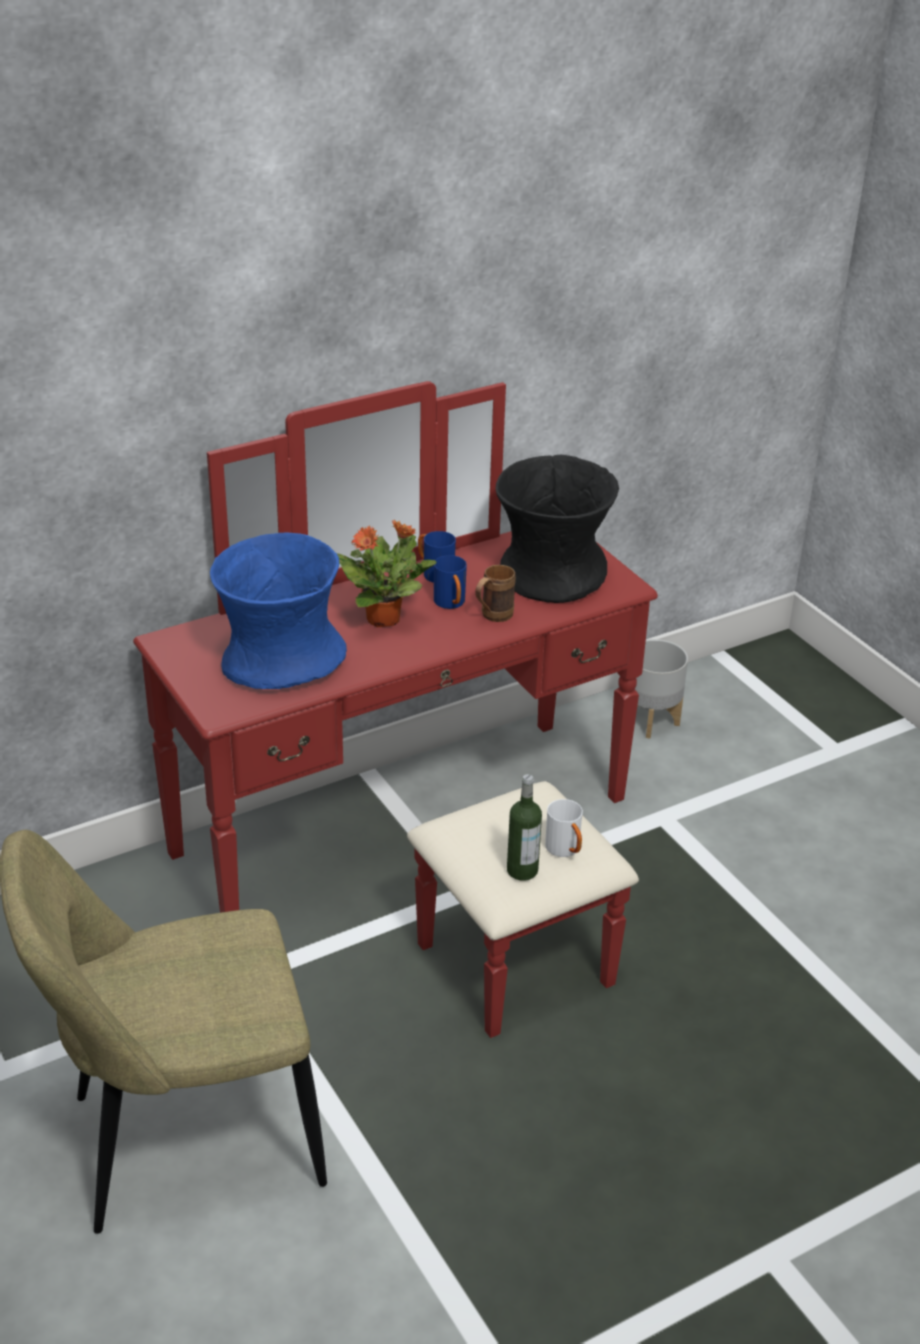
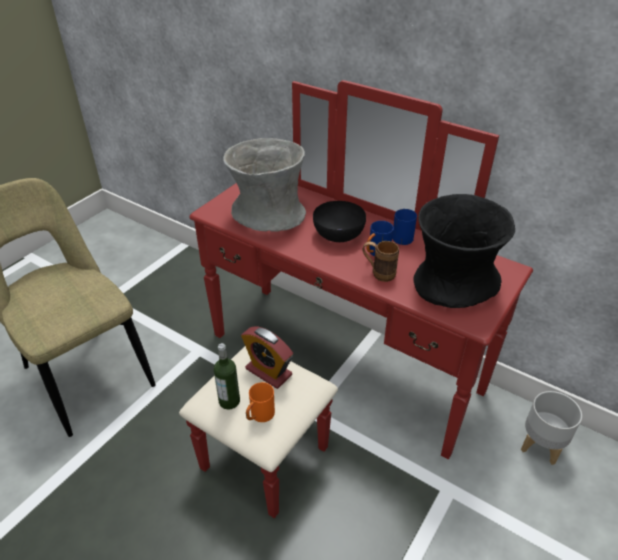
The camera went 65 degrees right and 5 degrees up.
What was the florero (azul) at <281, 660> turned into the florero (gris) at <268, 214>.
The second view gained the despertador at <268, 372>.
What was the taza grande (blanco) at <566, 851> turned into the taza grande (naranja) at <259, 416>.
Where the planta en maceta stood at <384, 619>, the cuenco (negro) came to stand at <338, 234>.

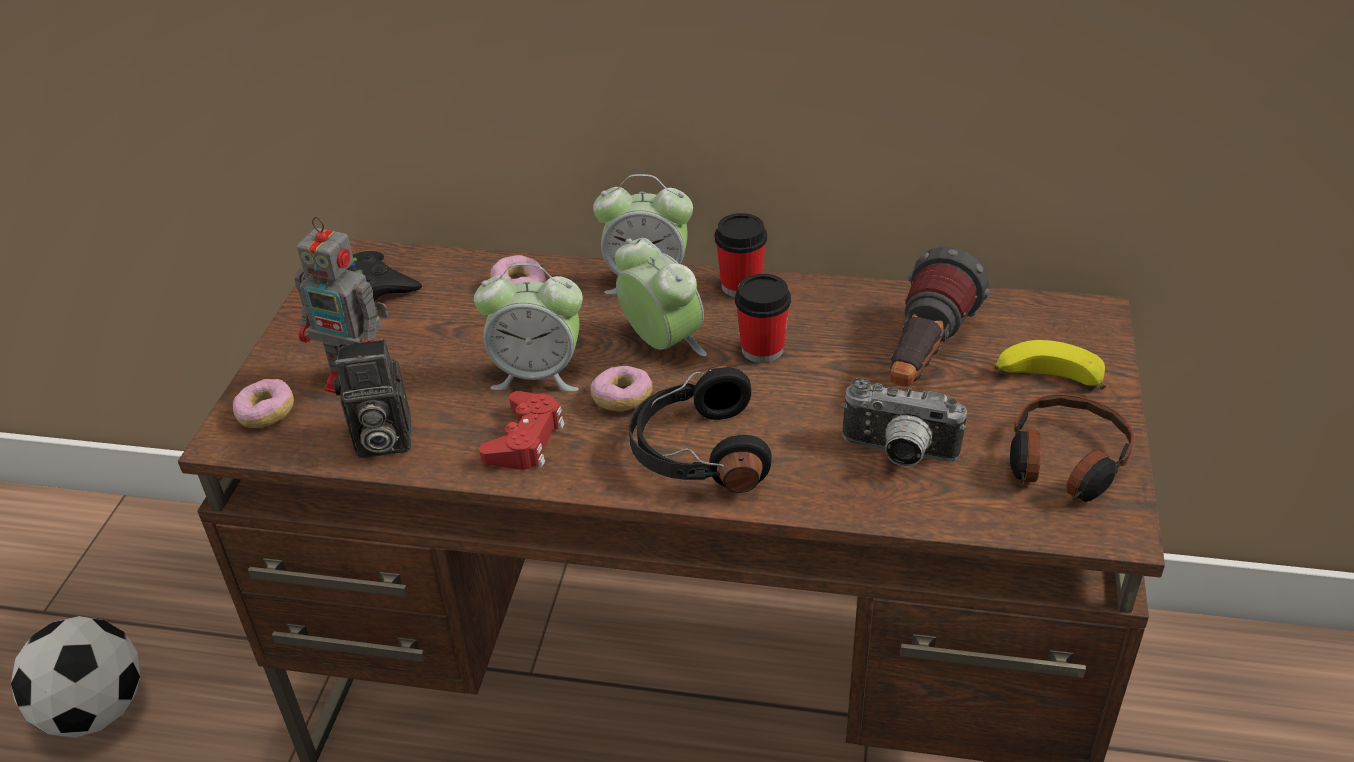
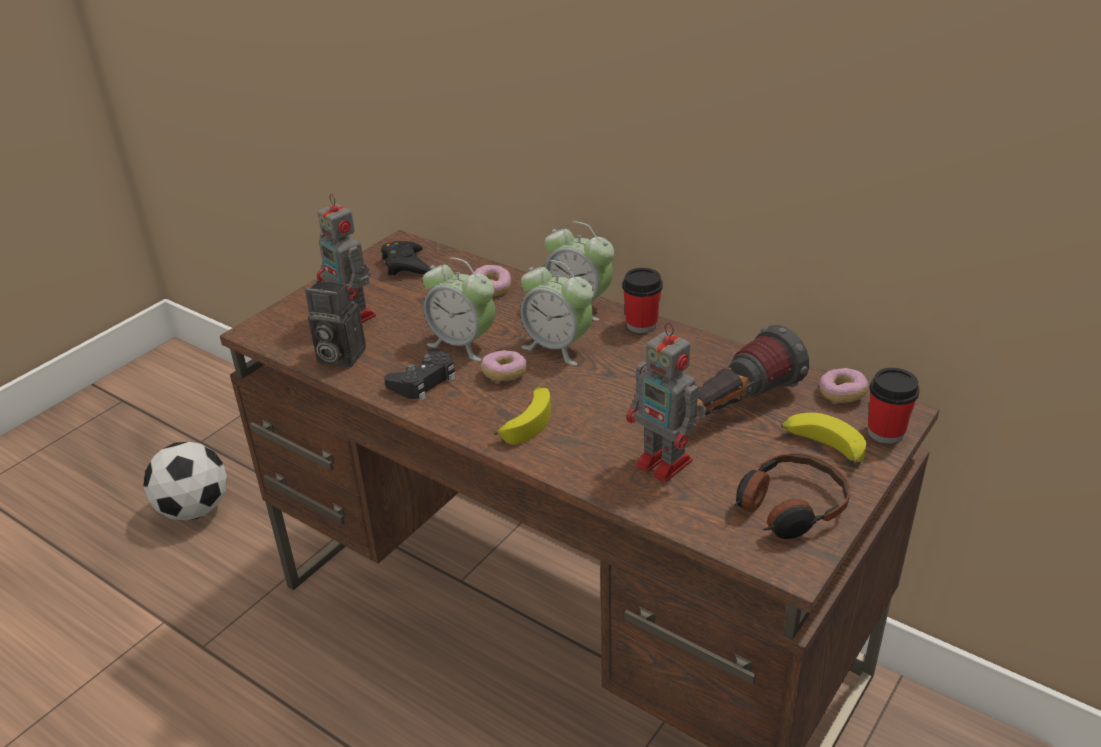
The camera went 25 degrees right and 5 degrees down.
What was the mando de consola (rojo) at <525, 440> turned into the mando de consola (negro) at <424, 381>.
Where the auriculares (negro) stood at <697, 452>, the plátano came to stand at <527, 421>.
The despertador at <662, 344> ended up facing another way, 135 degrees clockwise from before.
Where the cámara stood at <898, 454>, the robot de juguete came to stand at <666, 464>.
The rosquilla ended up elsewhere, having gone from <266, 414> to <842, 394>.
The taza ended up elsewhere, having gone from <762, 349> to <885, 432>.

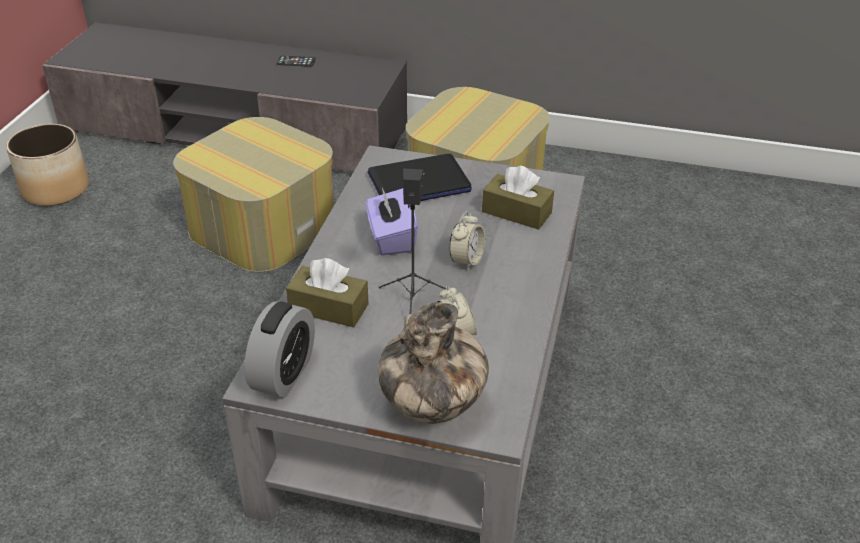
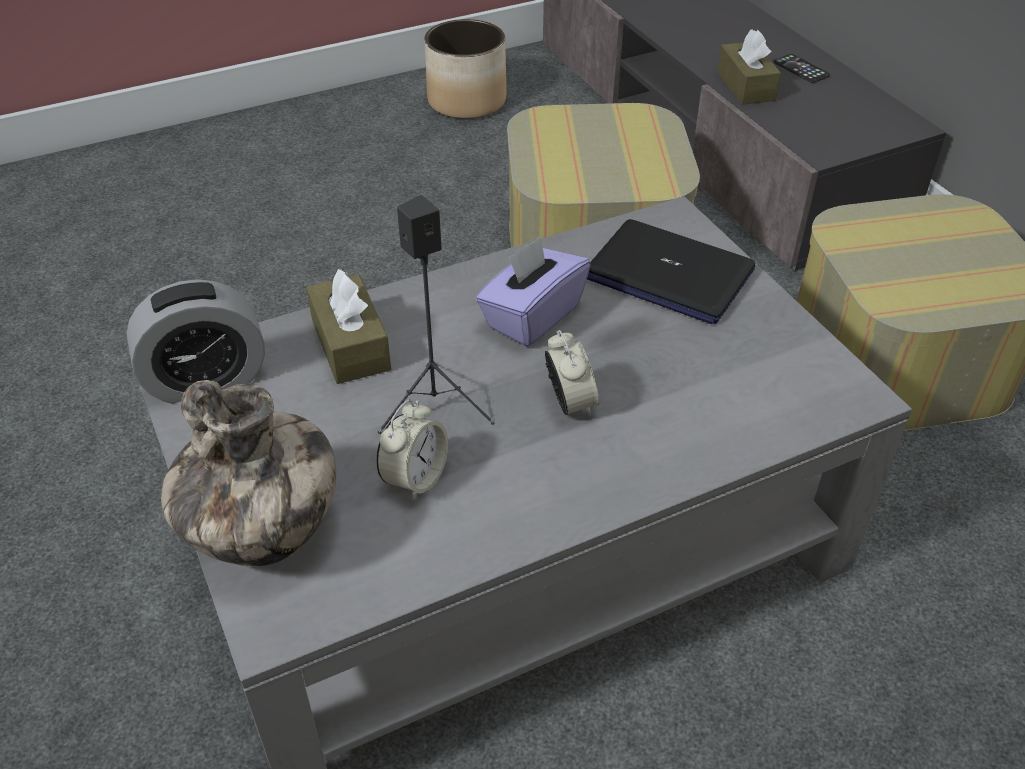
The camera went 50 degrees right and 5 degrees up.
The despertador at <466, 260> ended up facing another way, 90 degrees counterclockwise from before.
The caja de pañuelos (marrón) ended up elsewhere, having gone from <516, 212> to <746, 86>.

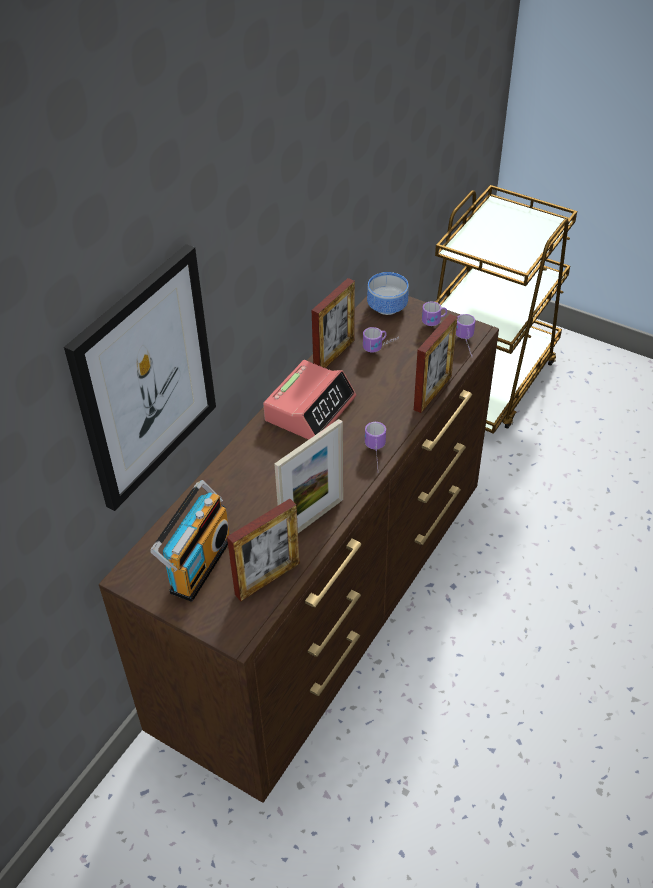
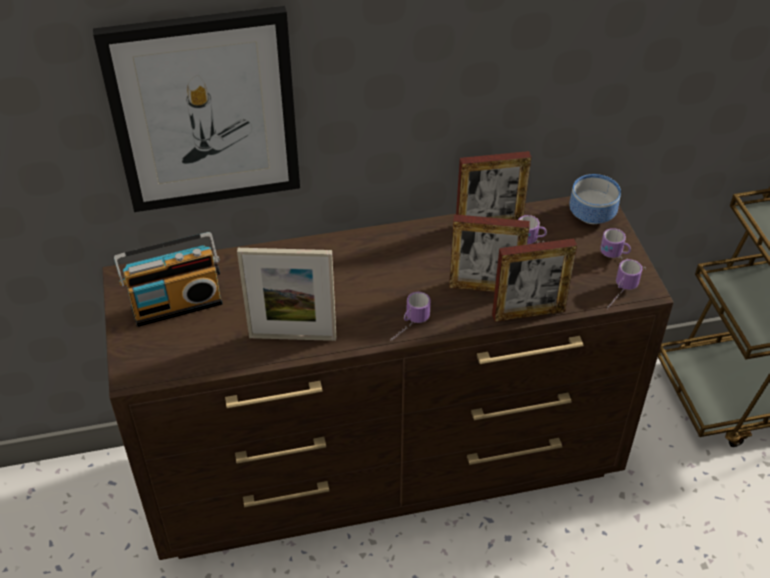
The camera went 45 degrees right and 0 degrees up.
The portarretratos ended up elsewhere, having gone from <267, 579> to <484, 287>.
The second view lost the despertador at <310, 409>.

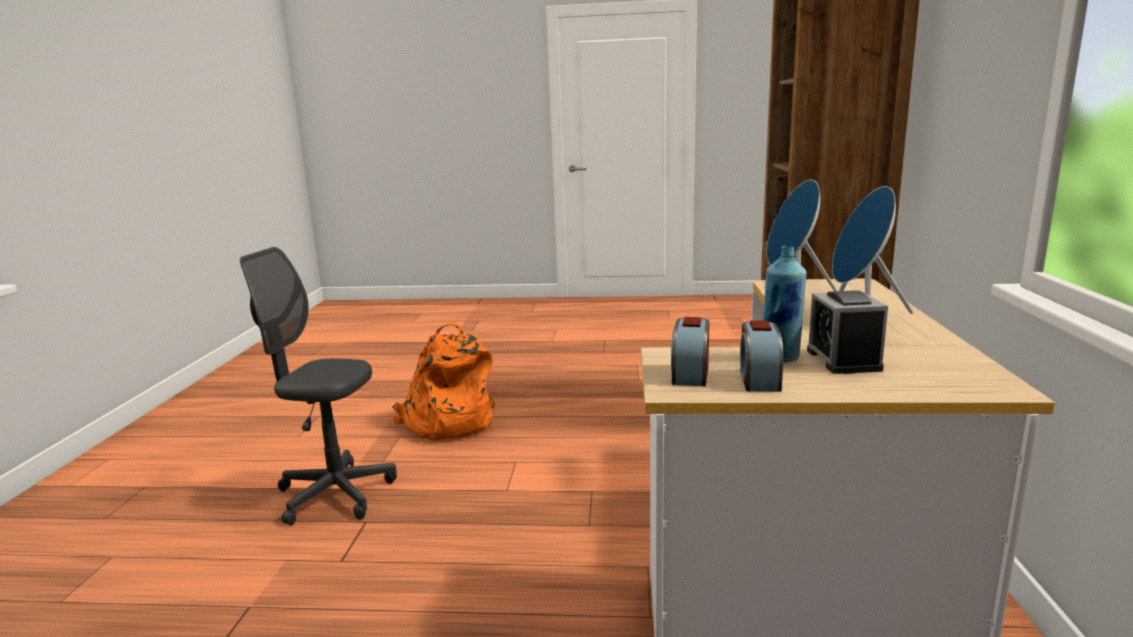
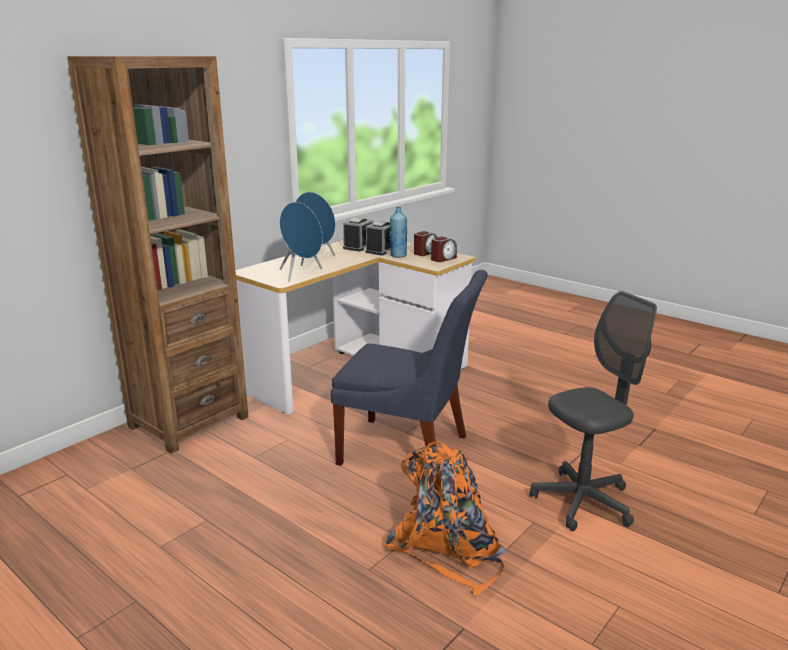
The camera went 145 degrees left and 5 degrees up.
The second view gained the silla (azul) at <409, 452>.
The second view gained the despertador at <358, 246>.
The silla de oficina (gris) at <335, 494> ended up facing another way, 75 degrees counterclockwise from before.

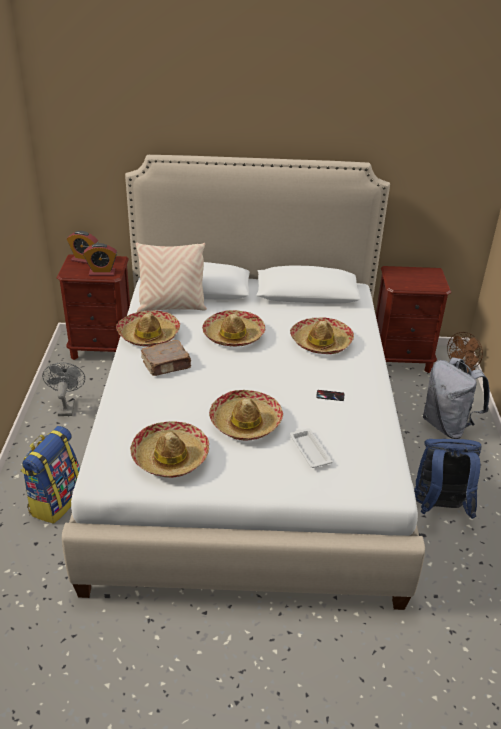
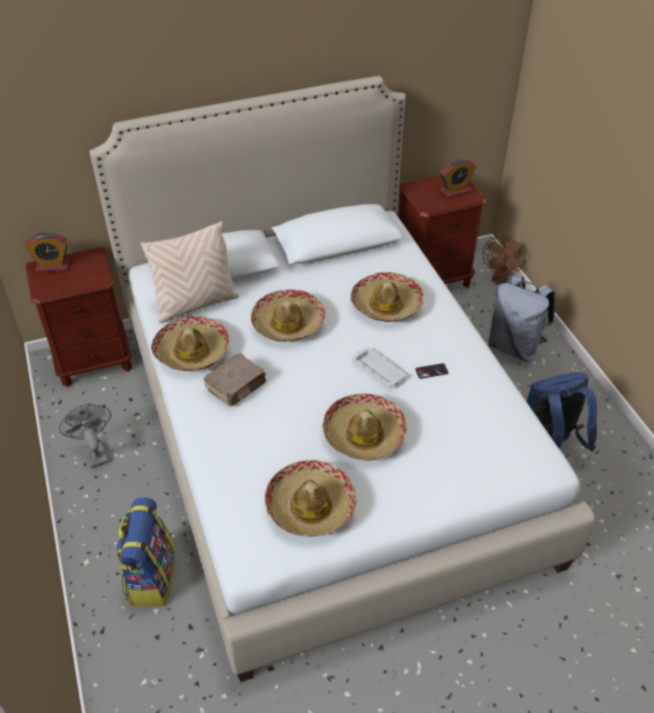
The camera went 20 degrees left and 10 degrees up.
The bandeja (blanco) ended up elsewhere, having gone from <309, 450> to <377, 369>.
The despertador ended up elsewhere, having gone from <102, 273> to <455, 191>.

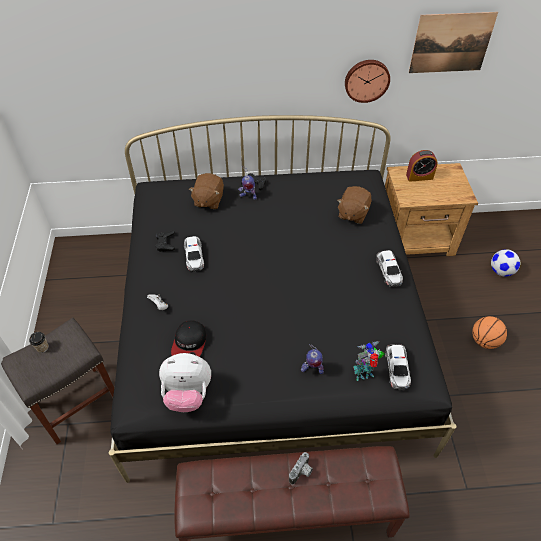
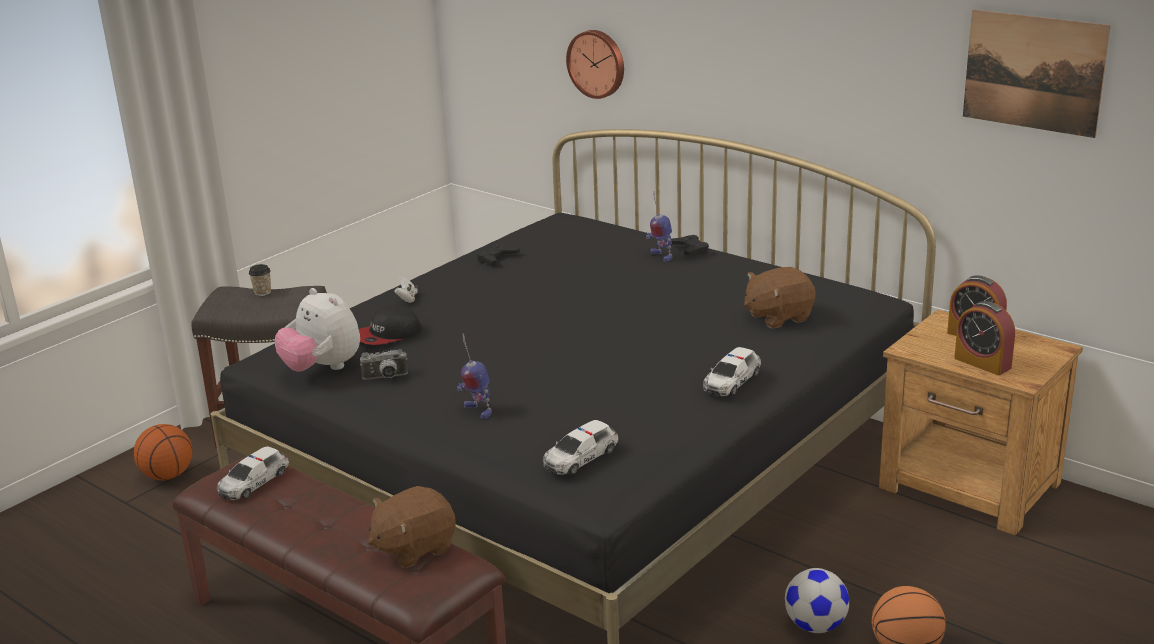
The camera went 45 degrees right and 25 degrees down.
The second view gained the balón de baloncesto at <167, 476>.
The coche de juguete ended up elsewhere, having gone from <194, 256> to <253, 482>.
The cámara ended up elsewhere, having gone from <302, 473> to <385, 378>.
The peluche (marrón) ended up elsewhere, having gone from <208, 200> to <414, 548>.
The reloj de pared ended up elsewhere, having gone from <366, 80> to <597, 63>.
The balón de fútbol ended up elsewhere, having gone from <501, 271> to <815, 625>.
The second view gained the despertador at <982, 363>.
The second view lost the robot de juguete at <364, 374>.

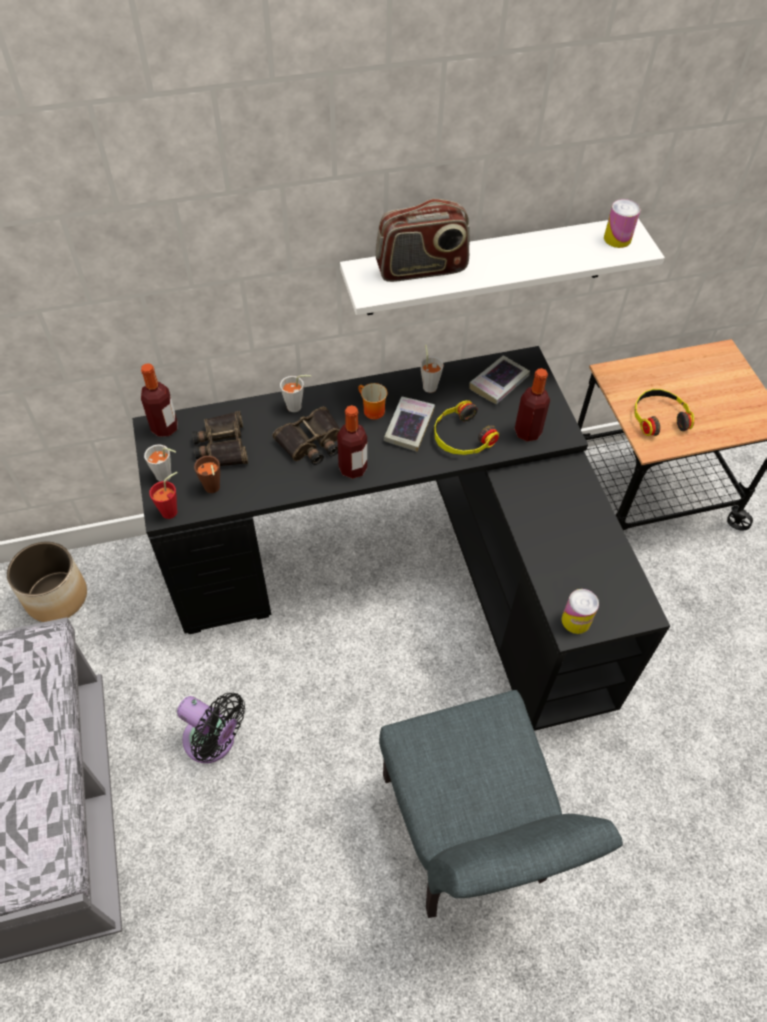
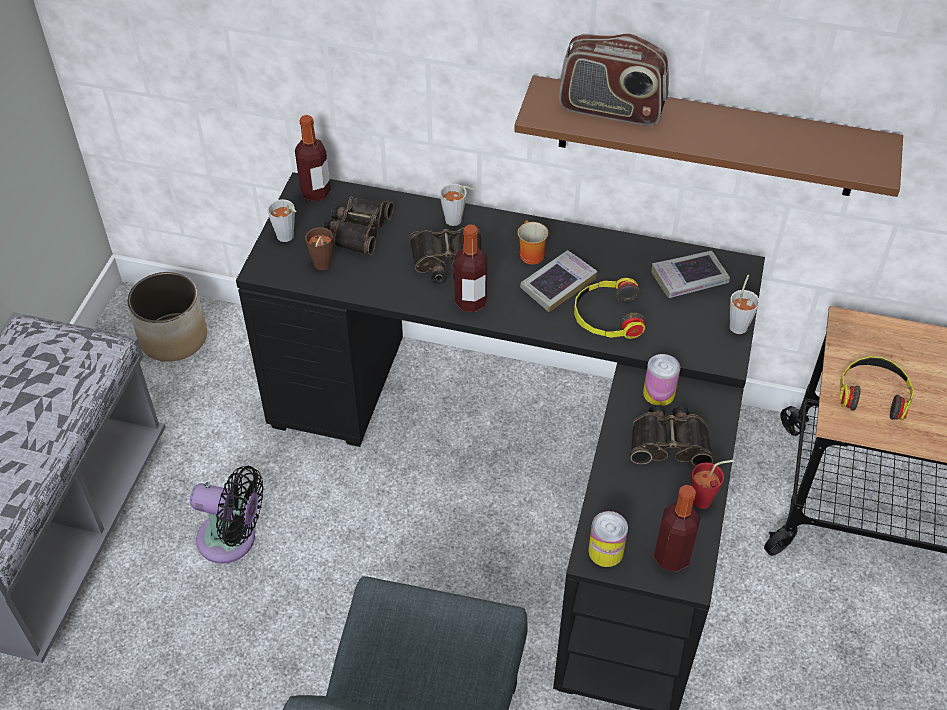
The camera went 30 degrees right and 5 degrees down.
The ventilador (negro) at <213, 741> ended up facing another way, 45 degrees counterclockwise from before.
What was the estante (blanco) at <488, 266> turned into the estante (marrón) at <707, 137>.
The second view gained the prismáticos at <669, 441>.
The lata ended up elsewhere, having gone from <617, 239> to <659, 393>.
The botella ended up elsewhere, having gone from <527, 432> to <672, 556>.
The taza (rojo) ended up elsewhere, having gone from <172, 510> to <706, 499>.
The taza (gris) ended up elsewhere, having gone from <429, 384> to <739, 324>.

